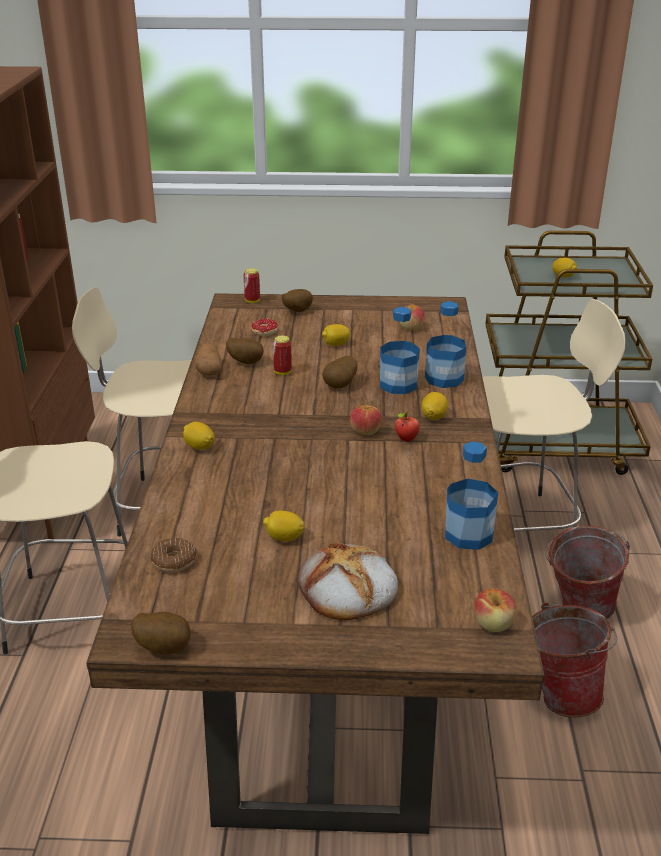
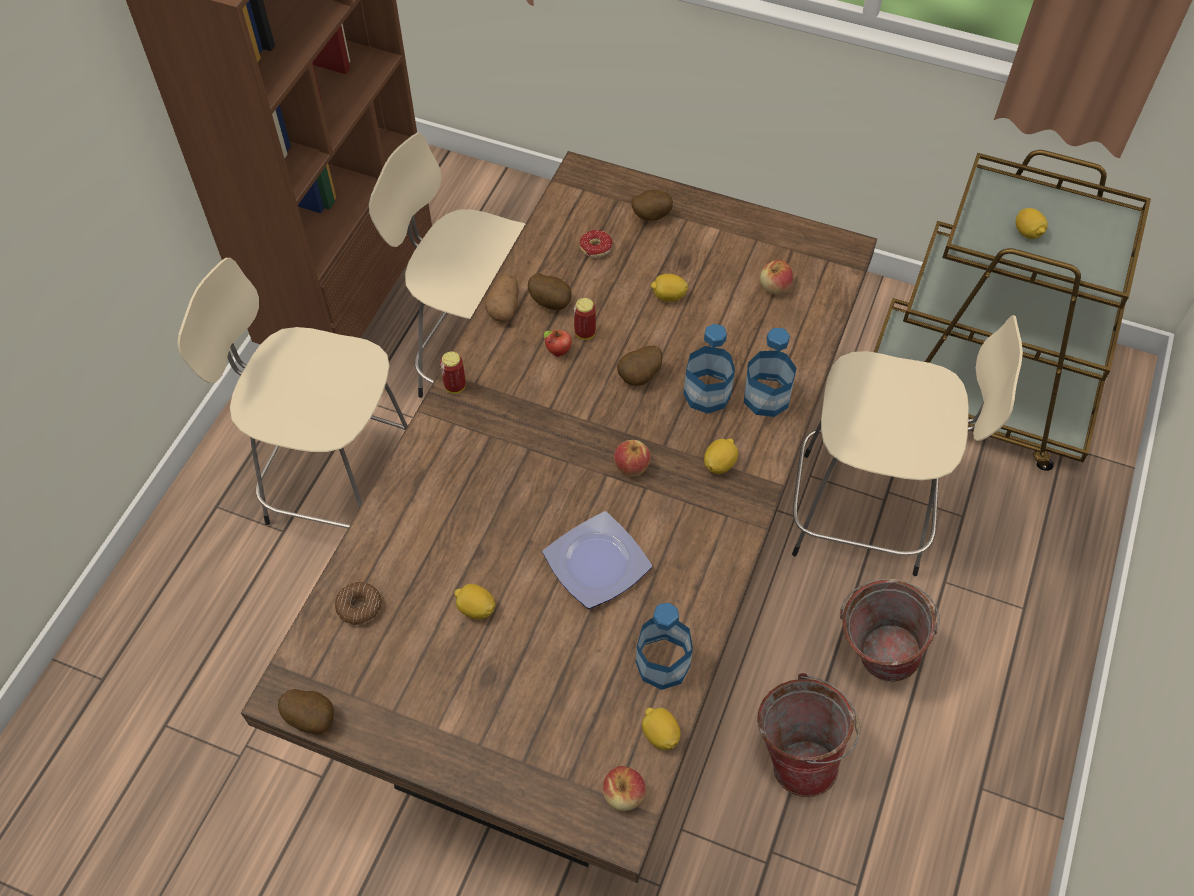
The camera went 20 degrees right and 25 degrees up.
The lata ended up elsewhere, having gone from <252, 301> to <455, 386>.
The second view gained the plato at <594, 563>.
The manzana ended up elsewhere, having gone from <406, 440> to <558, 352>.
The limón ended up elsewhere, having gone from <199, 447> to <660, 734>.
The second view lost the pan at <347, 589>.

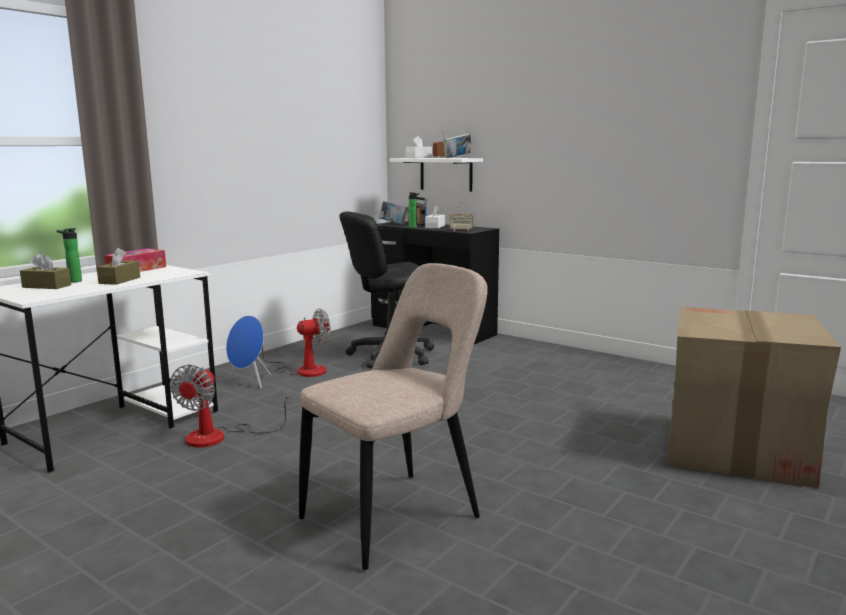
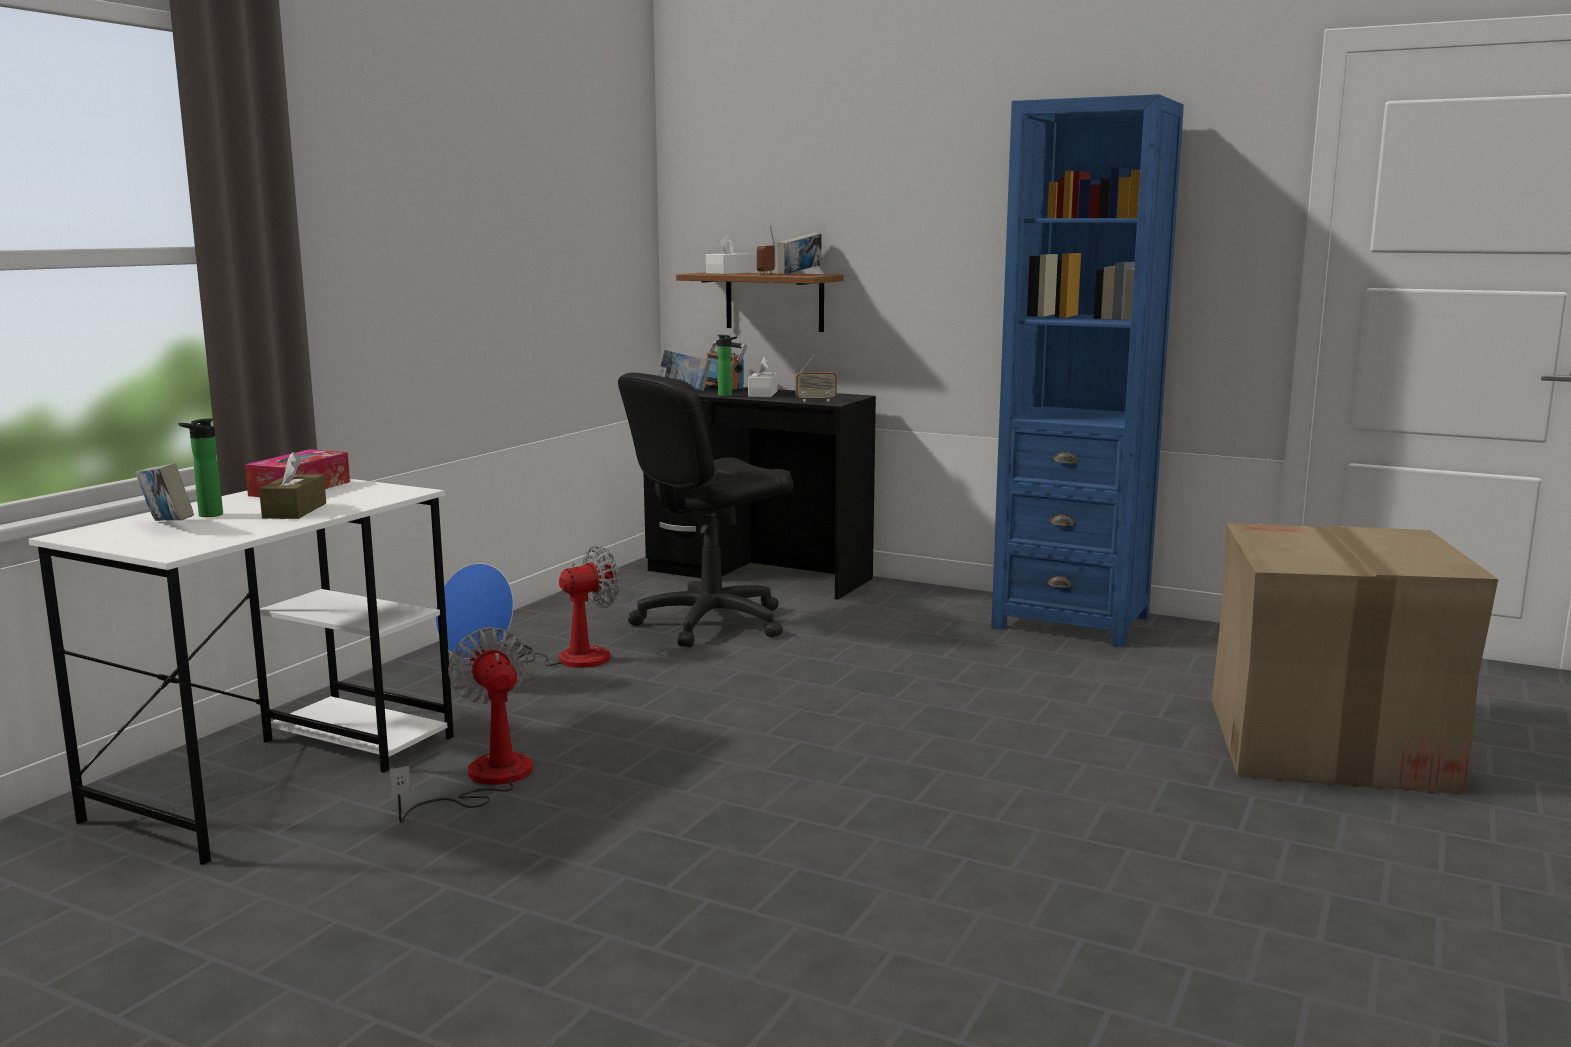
The camera went 10 degrees left and 0 degrees up.
Where the caja de pañuelos (marrón) stood at <47, 286>, the libro came to stand at <168, 526>.
The ventilador at <220, 436> ended up facing another way, 150 degrees clockwise from before.
What was the estante (blanco) at <446, 174> turned into the estante (marrón) at <774, 301>.
The second view gained the estantería (azul) at <1071, 621>.
The second view lost the silla (beis) at <398, 515>.

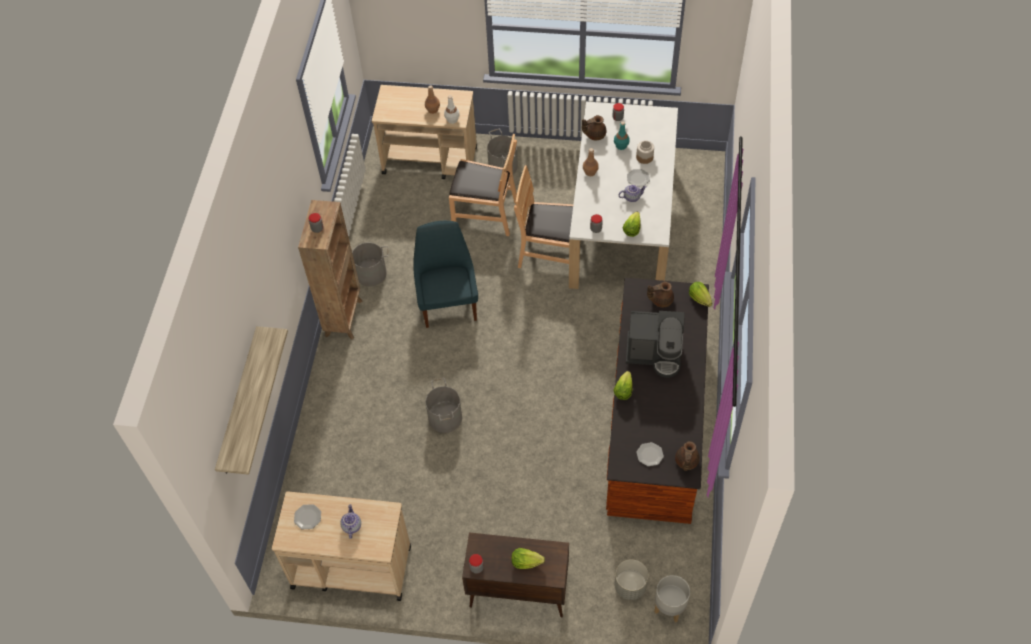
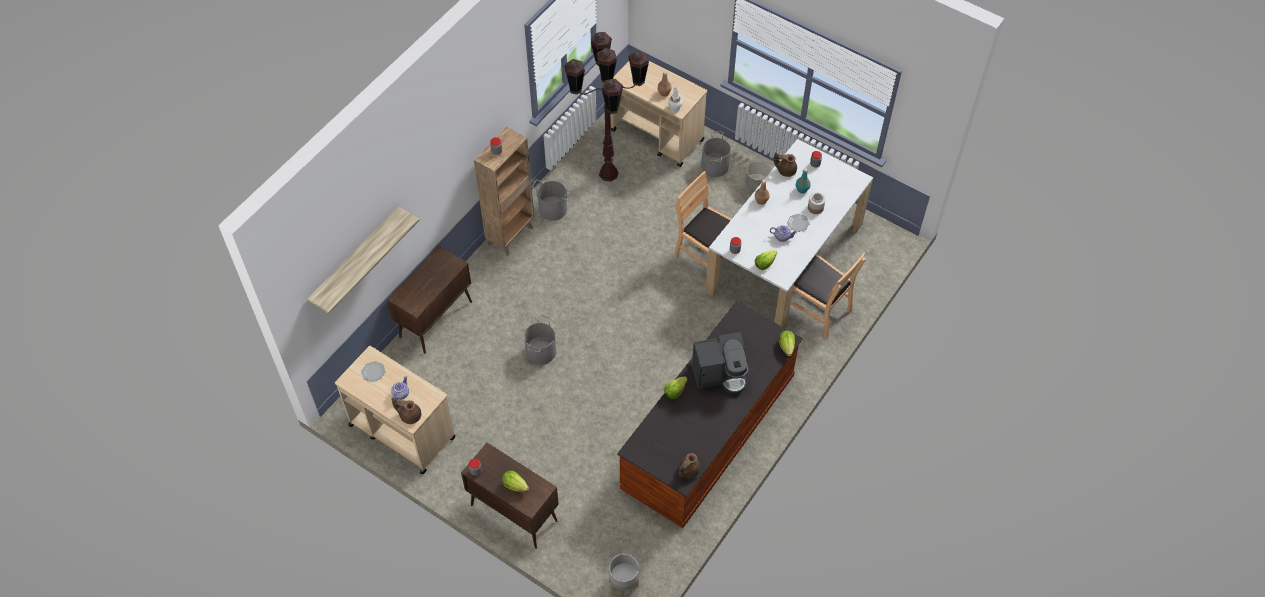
The camera went 25 degrees right and 0 degrees up.
The second view gained the armario (marrón) at <436, 319>.
The tetera (marrón) ended up elsewhere, having gone from <660, 300> to <409, 415>.
The second view gained the lámpara de pie (marrón) at <609, 173>.
The cafetera at <655, 353> ended up facing another way, 45 degrees counterclockwise from before.
The maceta (gris) ended up elsewhere, having gone from <630, 586> to <757, 185>.
The silla (marrón) ended up elsewhere, having gone from <485, 215> to <816, 309>.
The second view lost the silla (azul) at <448, 303>.
The second view lost the plato at <649, 454>.

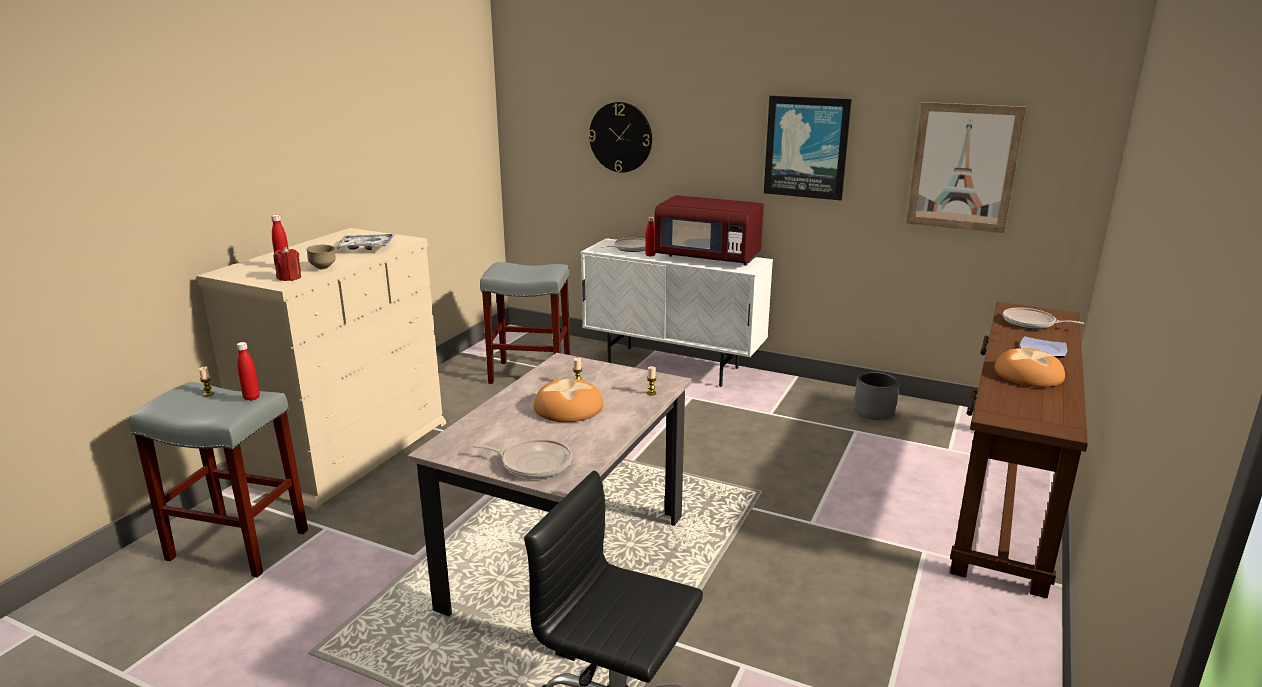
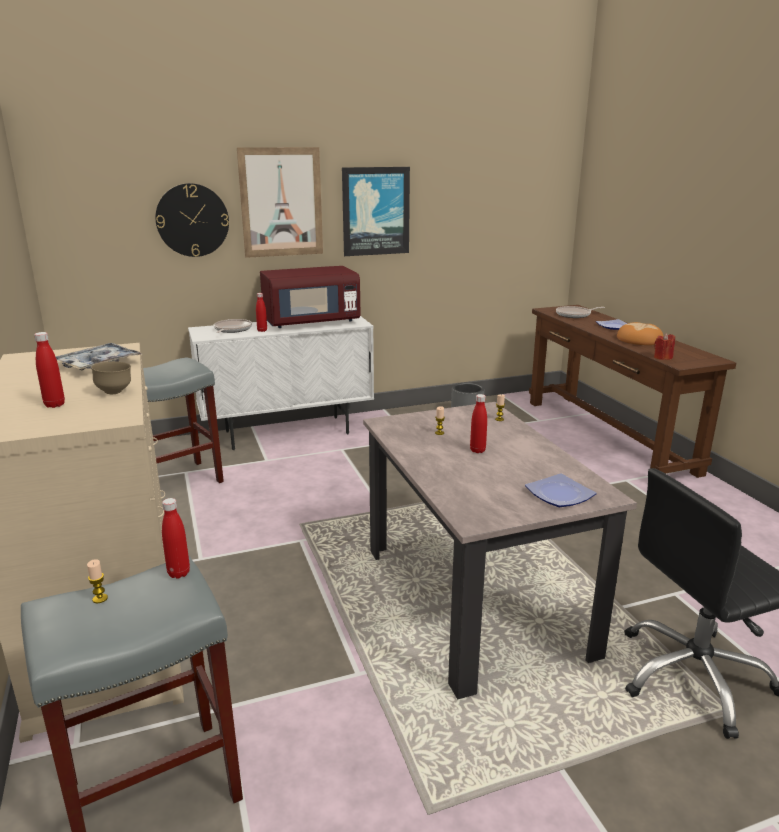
The camera went 45 degrees left and 0 degrees up.
The cuadro ended up elsewhere, having gone from <963, 167> to <281, 202>.
Where the pan stood at <568, 408>, the botella (rojo) came to stand at <477, 450>.
Where the sartén stood at <533, 463>, the plato came to stand at <558, 494>.
The vela (rojo) ended up elsewhere, having gone from <289, 278> to <662, 358>.

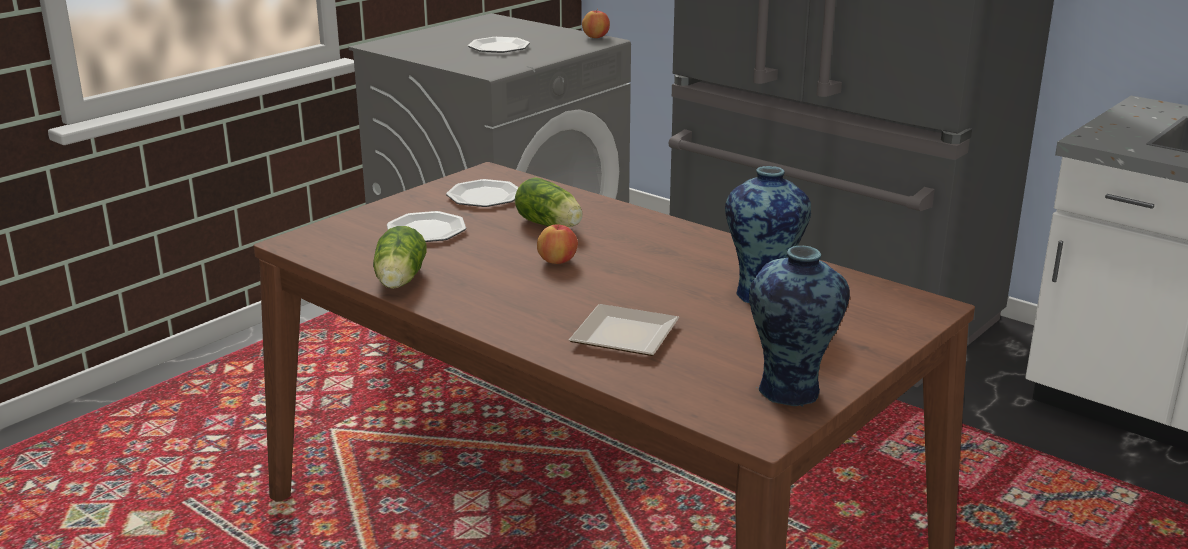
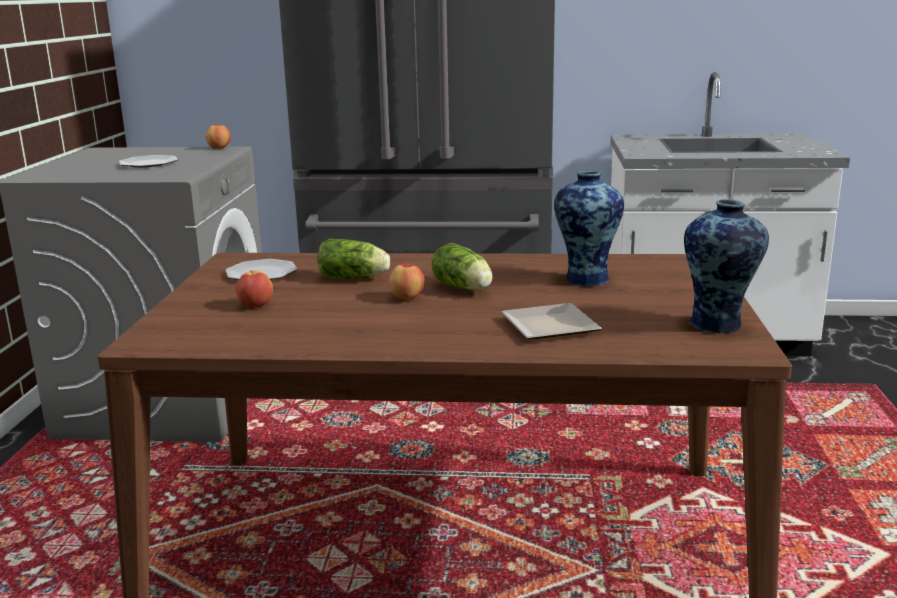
The camera went 35 degrees left and 5 degrees down.
Where the plato stood at <427, 231>, the manzana came to stand at <256, 305>.
The lechuga ended up elsewhere, having gone from <399, 282> to <464, 288>.

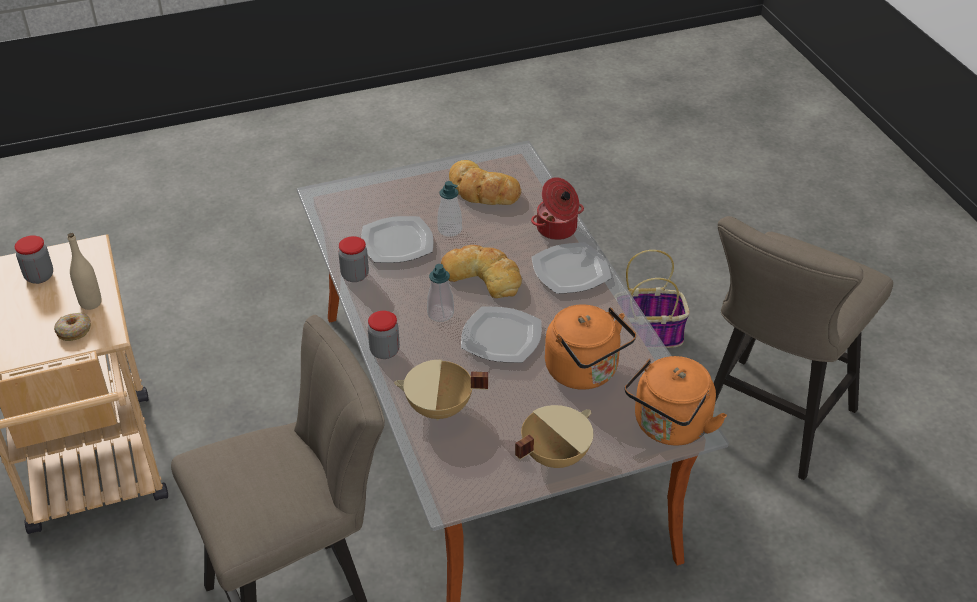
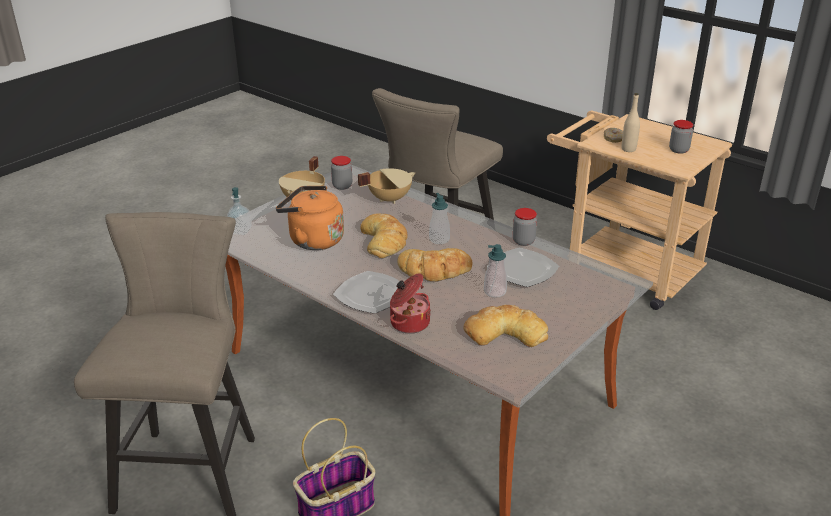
The camera went 150 degrees right and 10 degrees down.
Where the hervidor (naranja) stood at <669, 427>, the dispensador de jabón came to stand at <240, 230>.
The tarro ended up elsewhere, having gone from <384, 351> to <342, 186>.
Where the plato stood at <502, 338>, the pan came to stand at <384, 240>.

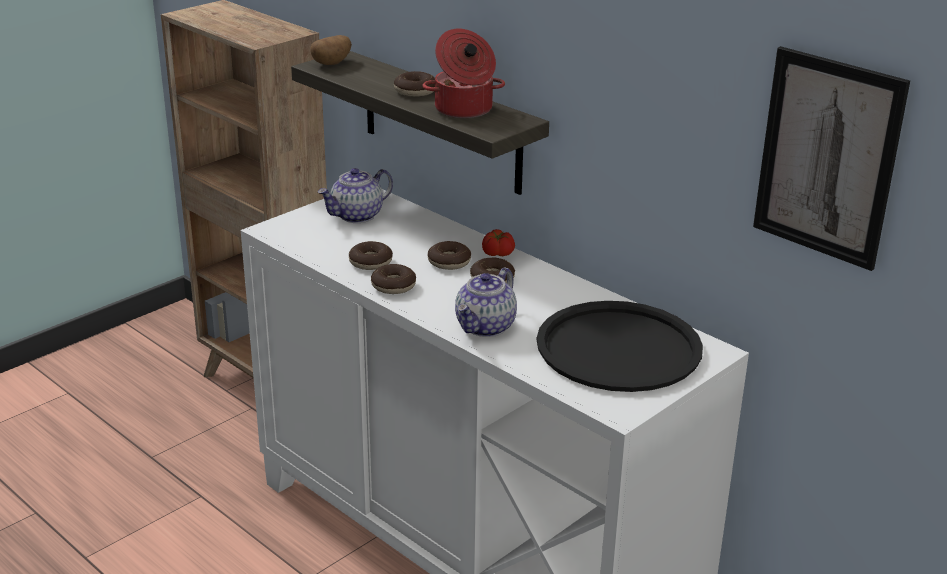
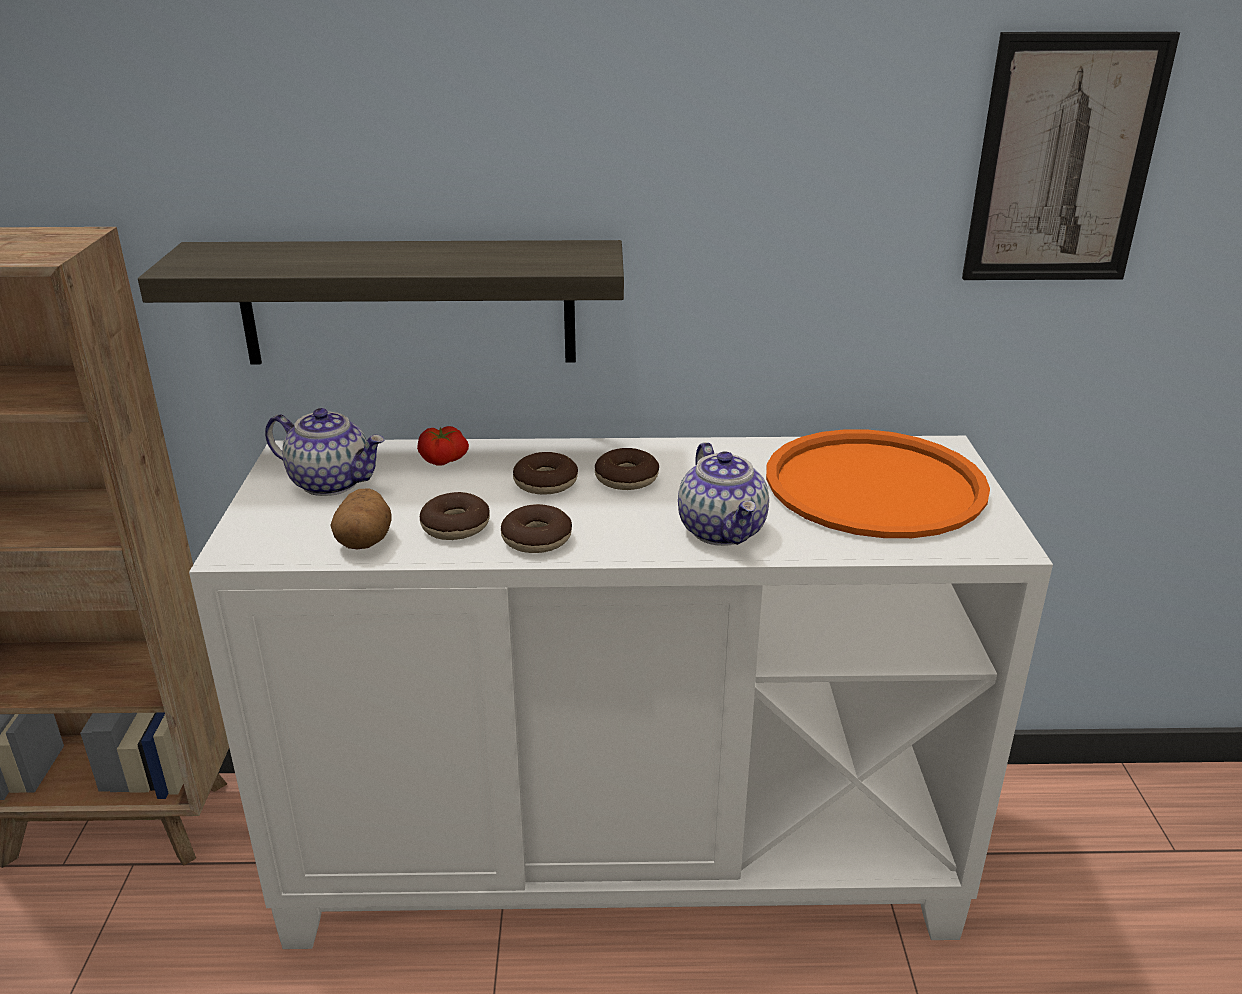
The camera went 45 degrees left and 0 degrees up.
The tetera at <357, 216> ended up facing another way, 75 degrees counterclockwise from before.
The patata ended up elsewhere, having gone from <332, 63> to <364, 540>.
The tomate ended up elsewhere, having gone from <497, 254> to <442, 461>.
What was the bandeja (negro) at <618, 348> turned into the bandeja (naranja) at <874, 485>.
The second view lost the rosquilla at <415, 91>.
The second view lost the olla at <463, 110>.

